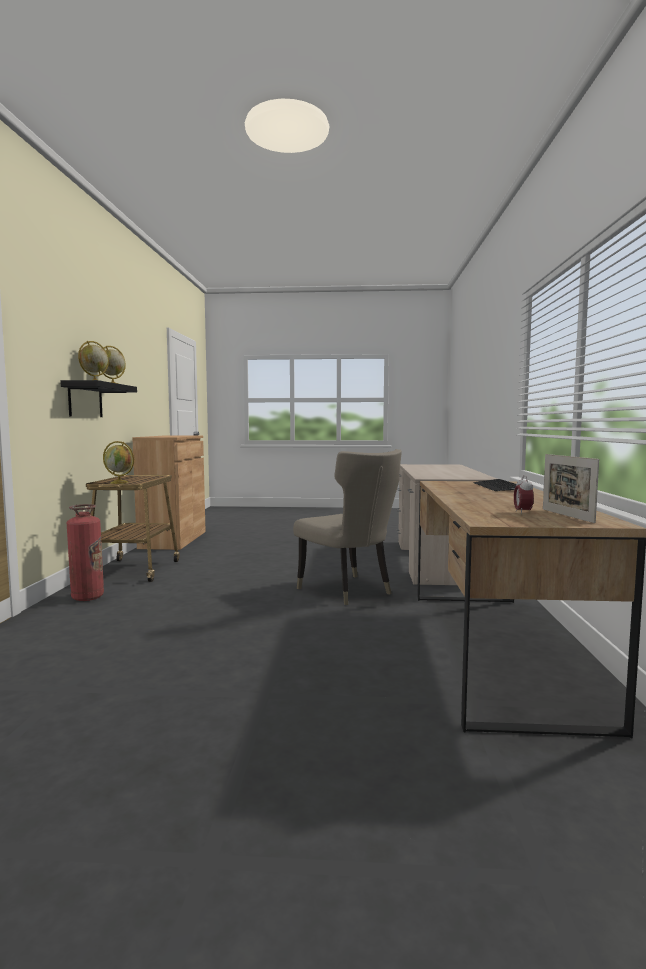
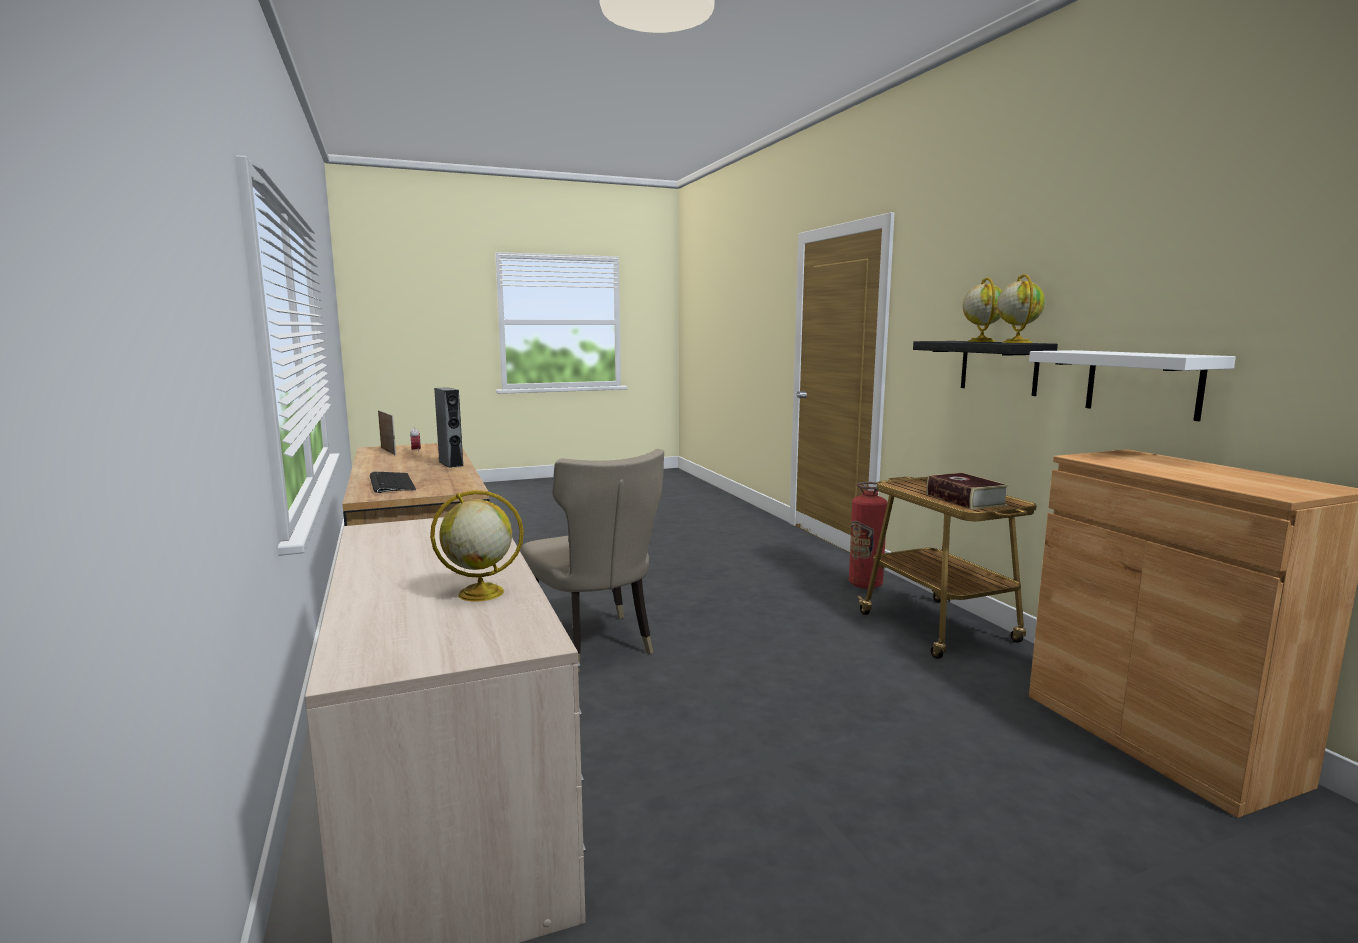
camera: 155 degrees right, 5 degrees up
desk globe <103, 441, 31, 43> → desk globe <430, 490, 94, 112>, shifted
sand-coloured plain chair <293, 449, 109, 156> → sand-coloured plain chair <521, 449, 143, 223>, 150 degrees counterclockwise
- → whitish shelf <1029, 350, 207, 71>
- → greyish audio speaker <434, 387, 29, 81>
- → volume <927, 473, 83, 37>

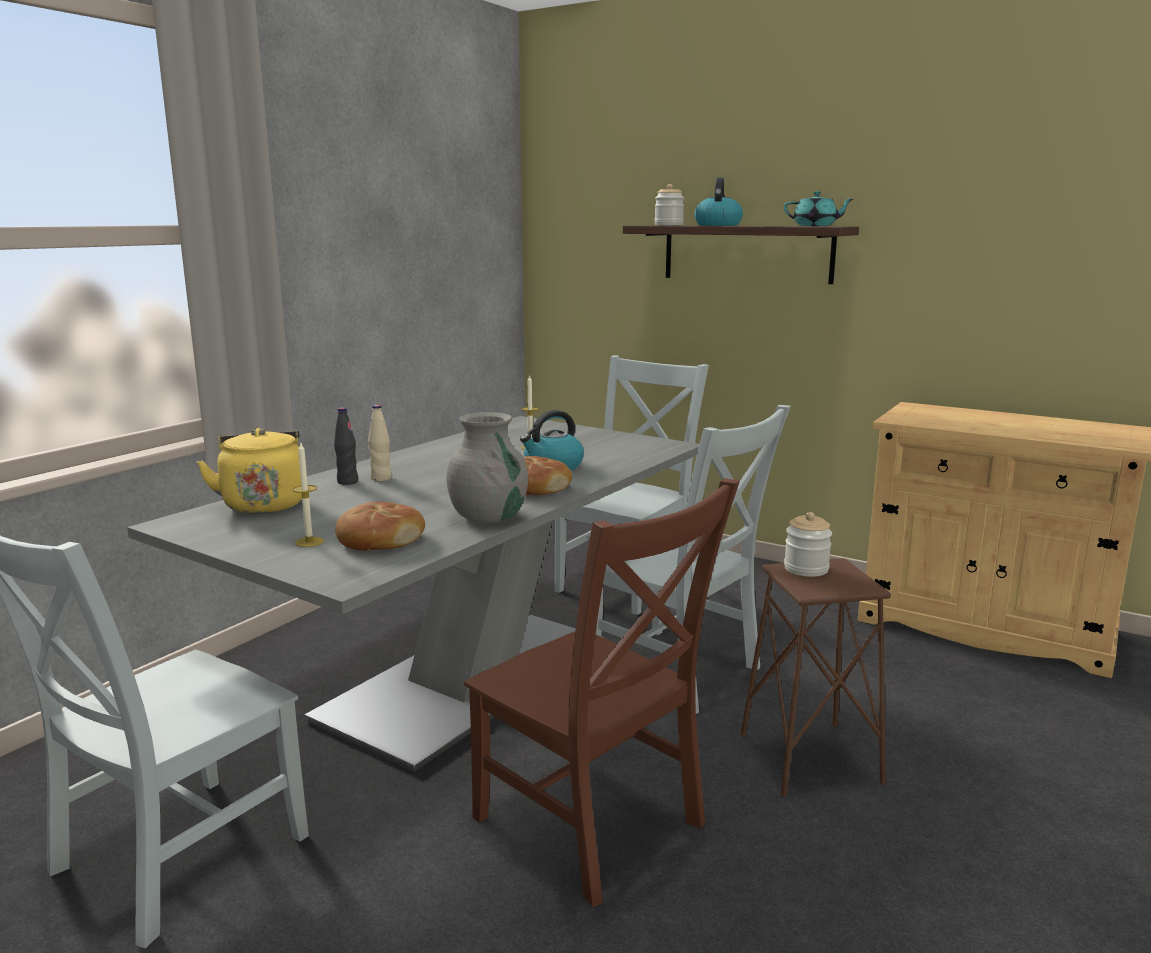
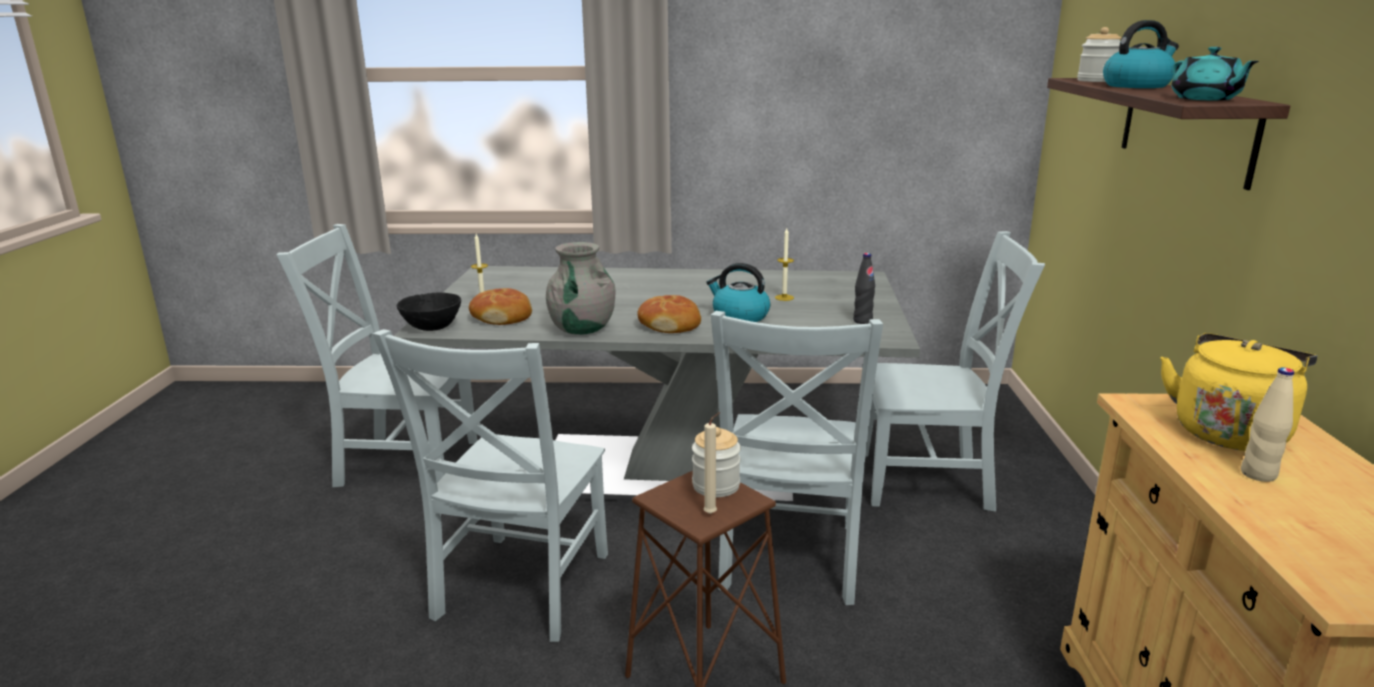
camera: 60 degrees right, 5 degrees up
sand-coloured drink bottle <368, 405, 23, 76> → sand-coloured drink bottle <1241, 367, 53, 115>, shifted
blackish drink bottle <334, 407, 24, 78> → blackish drink bottle <853, 253, 22, 71>, shifted
yellowish tea kettle <197, 428, 105, 86> → yellowish tea kettle <1160, 333, 157, 118>, shifted
brown plain chair <464, 478, 276, 429> → greyish plain chair <373, 329, 235, 313>
- → blackish deep dish <397, 292, 64, 39>
- → sand-coloured wax light <703, 412, 17, 102>

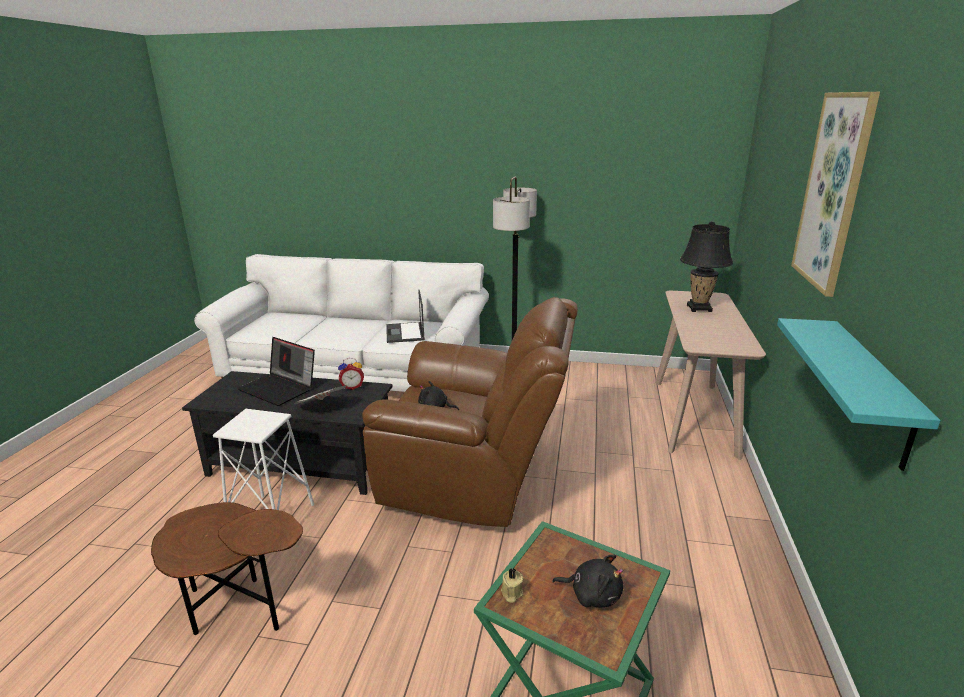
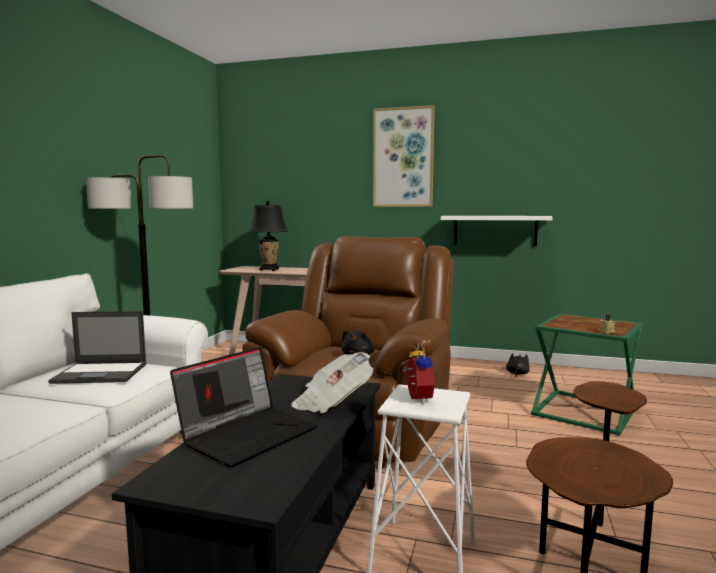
camera: 85 degrees left, 15 degrees down
blue-green shelf <777, 318, 164, 153> → whitish shelf <441, 216, 112, 30>
alarm clock <338, 358, 26, 32> → alarm clock <402, 343, 33, 61>, shifted
blackish soft toy <552, 554, 71, 54> → blackish soft toy <506, 353, 23, 24>, shifted

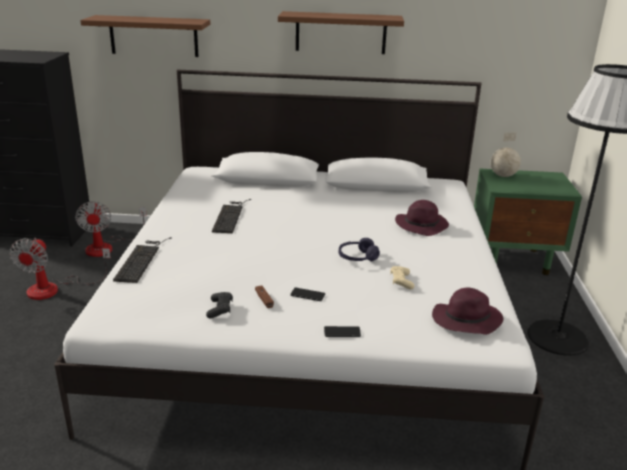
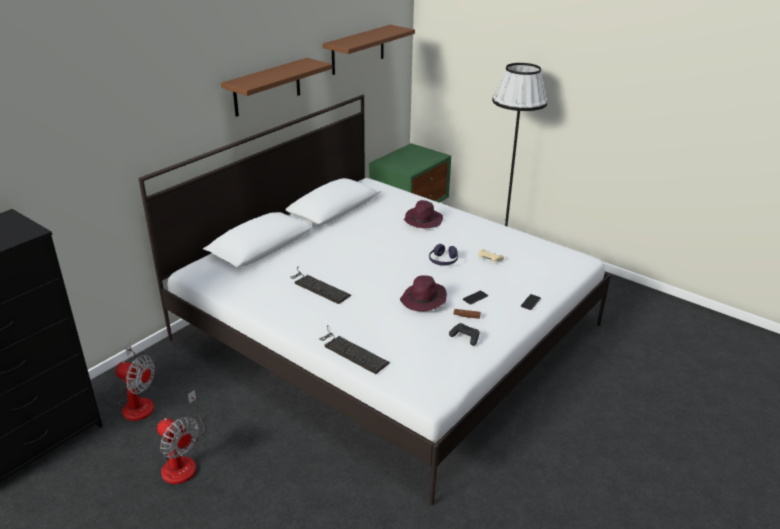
camera: 55 degrees left, 5 degrees up
brown shelf <80, 15, 130, 42> → brown shelf <323, 25, 92, 50>, shifted
desk globe <490, 132, 31, 45> → -
purple-coloured wearable hat <432, 287, 72, 48> → purple-coloured wearable hat <400, 275, 47, 36>, shifted

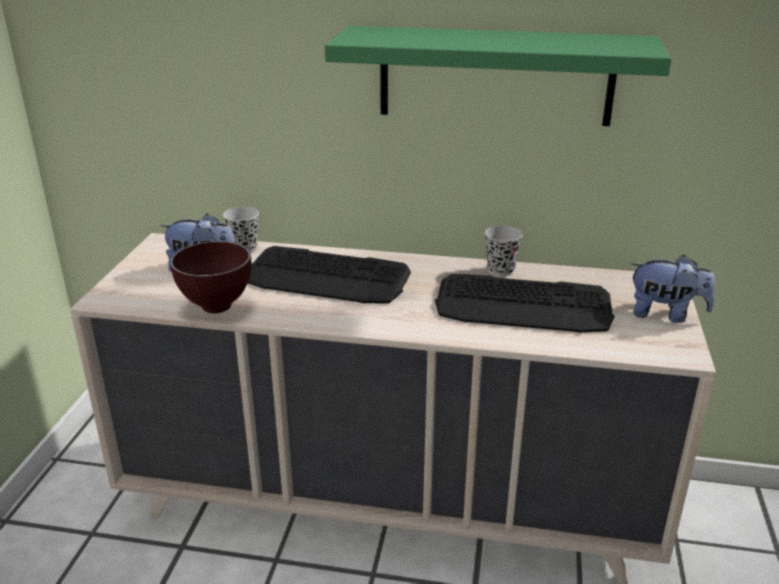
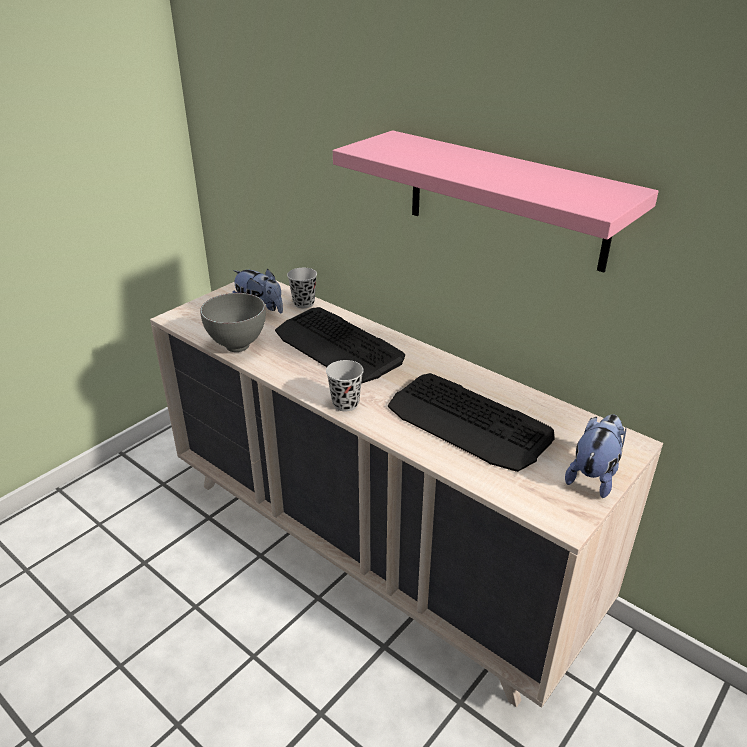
camera: 30 degrees right, 5 degrees up
green shelf <324, 25, 347, 101> → pinkish shelf <333, 130, 326, 143>
blackish drinking cup <485, 226, 38, 50> → blackish drinking cup <326, 360, 38, 52>, shifted
brown deep dish <170, 241, 81, 73> → greyish deep dish <200, 293, 66, 59>
soft toy <631, 255, 84, 68> → soft toy <565, 414, 61, 84>, 105 degrees counterclockwise

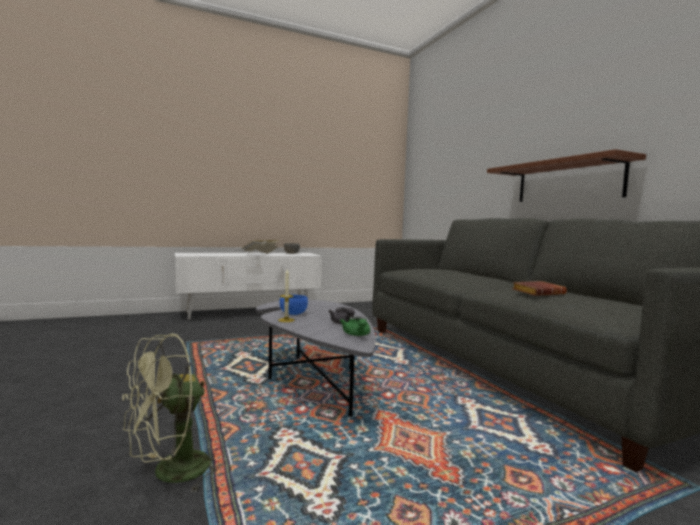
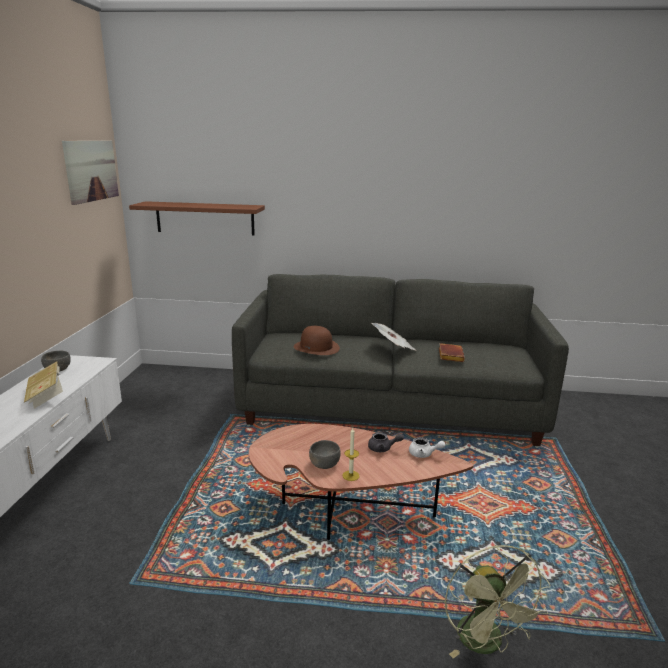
camera: 60 degrees left, 15 degrees up
brown shelf <487, 149, 159, 53> → brown shelf <129, 201, 136, 35>, shifted
bluish deep dish <280, 295, 28, 20> → greyish deep dish <309, 440, 32, 29>
greyish low table <256, 300, 119, 117> → brown low table <249, 424, 225, 116>
green teapot <340, 316, 30, 20> → whitish teapot <409, 437, 36, 21>
- → wall art <62, 141, 57, 64>
- → printed paper <371, 323, 44, 27>
- → brown wearable hat <293, 326, 47, 29>

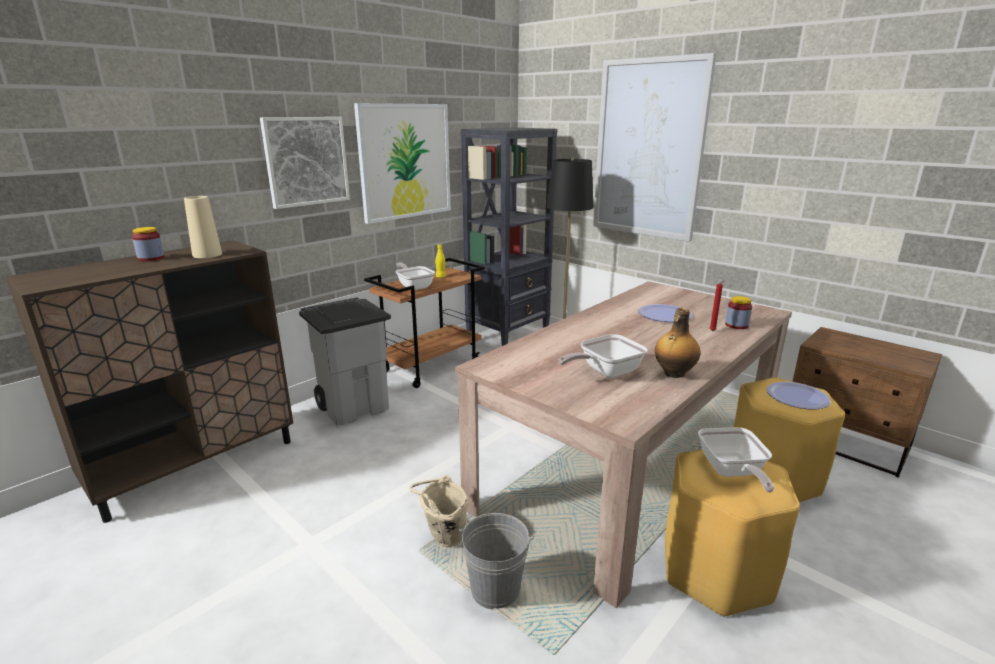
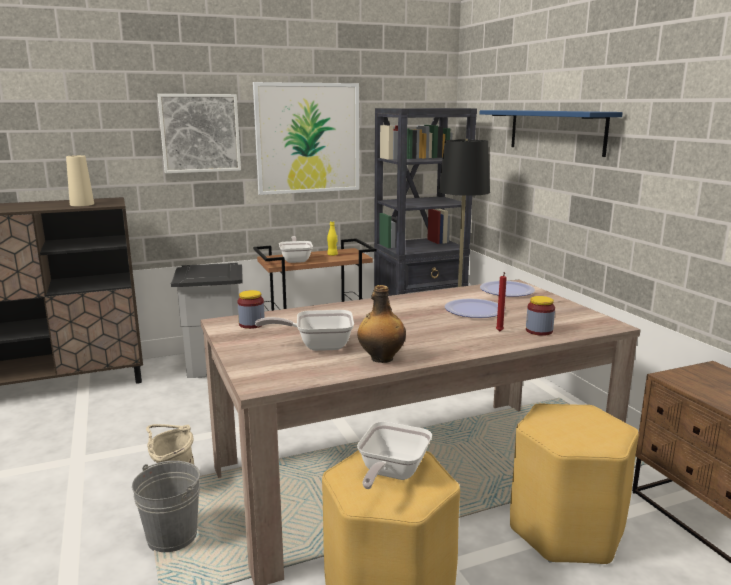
camera: 25 degrees right, 5 degrees down
wall art <593, 53, 124, 189> → bluish shelf <480, 110, 143, 47>
storage jar <132, 227, 33, 35> → storage jar <237, 290, 28, 39>, shifted
flat dish <767, 382, 64, 27> → flat dish <480, 281, 55, 16>, shifted

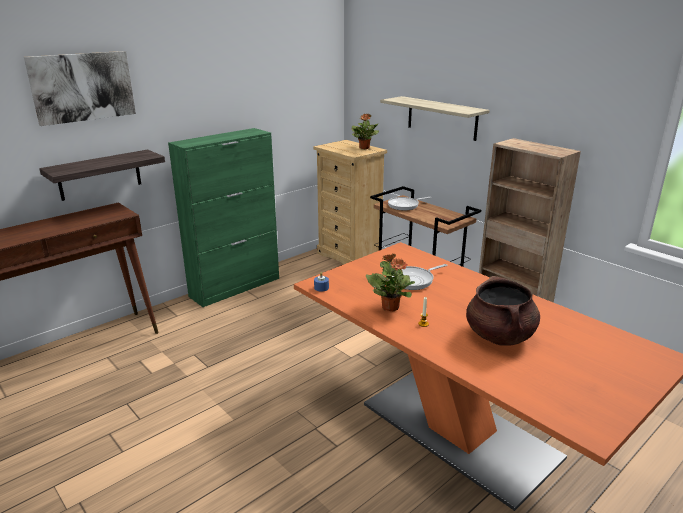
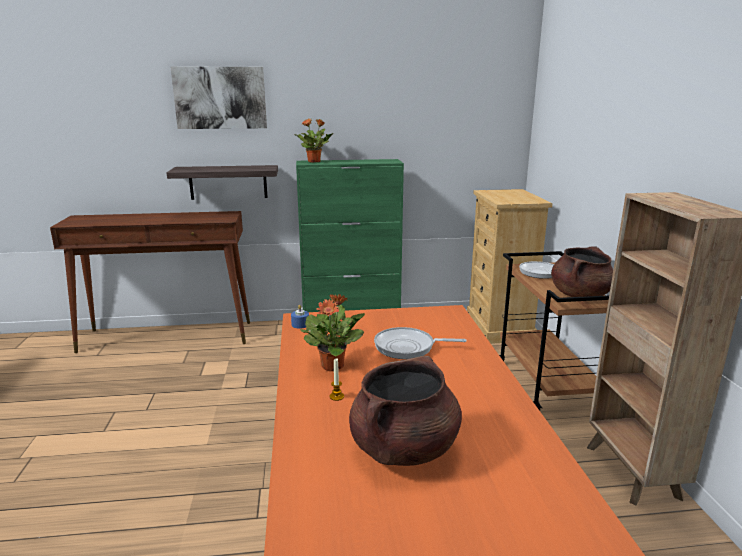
camera: 35 degrees right, 5 degrees down
shelf <380, 96, 110, 45> → -
houseplant <352, 114, 27, 35> → houseplant <294, 119, 40, 44>, shifted
- → brown saucepot <551, 246, 62, 51>

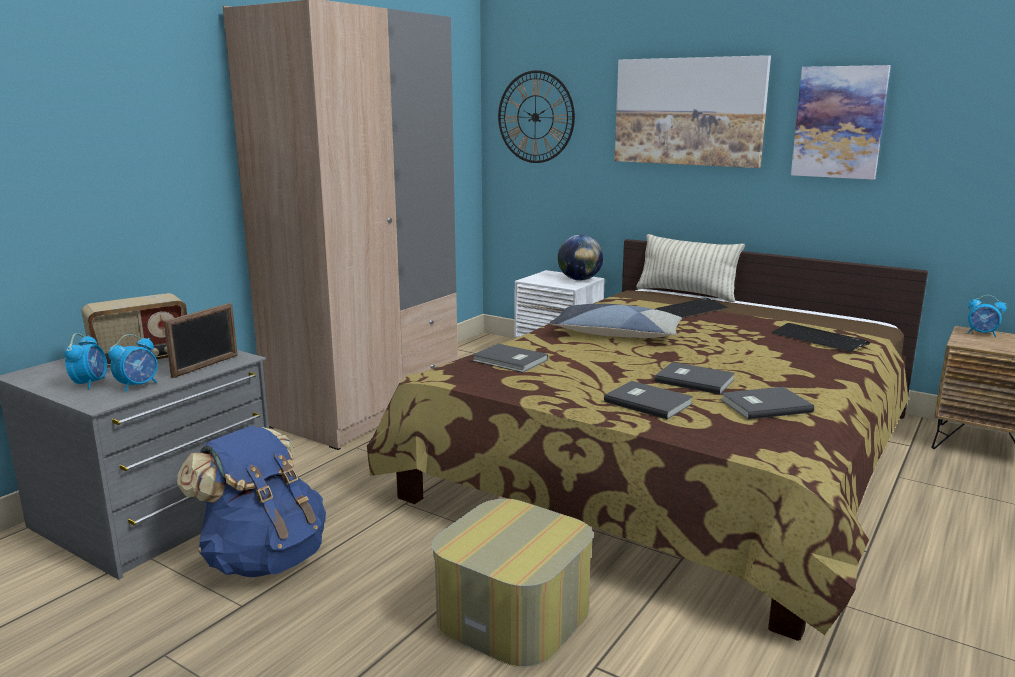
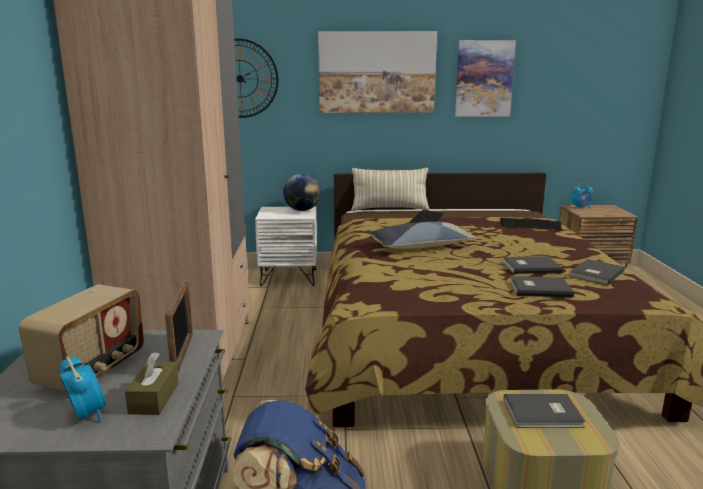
camera: 35 degrees left, 0 degrees up
alarm clock <108, 334, 50, 58> → brown box of tissues <125, 352, 54, 63>
greyish volume <472, 344, 76, 29> → greyish volume <504, 394, 81, 34>, shifted

